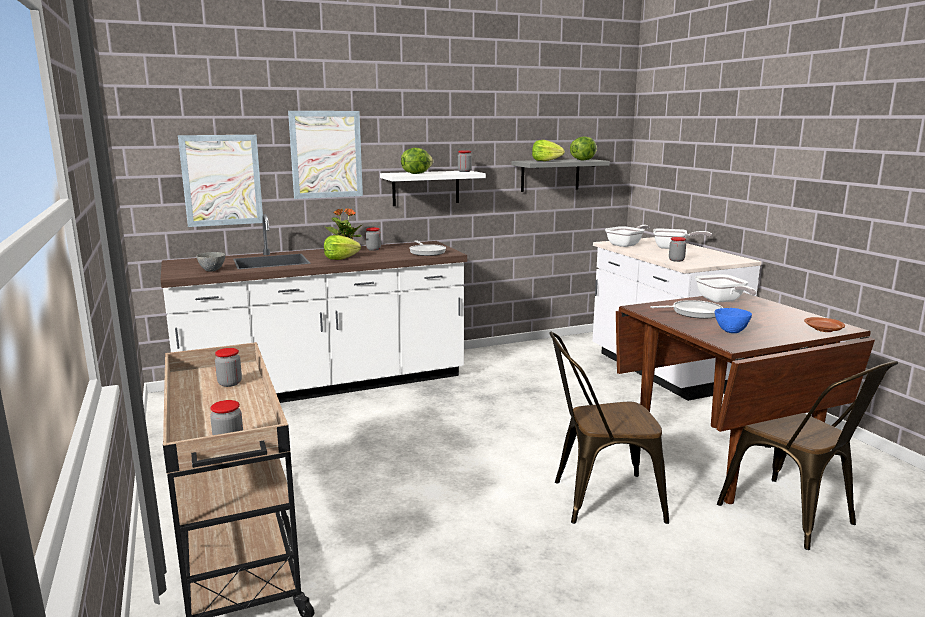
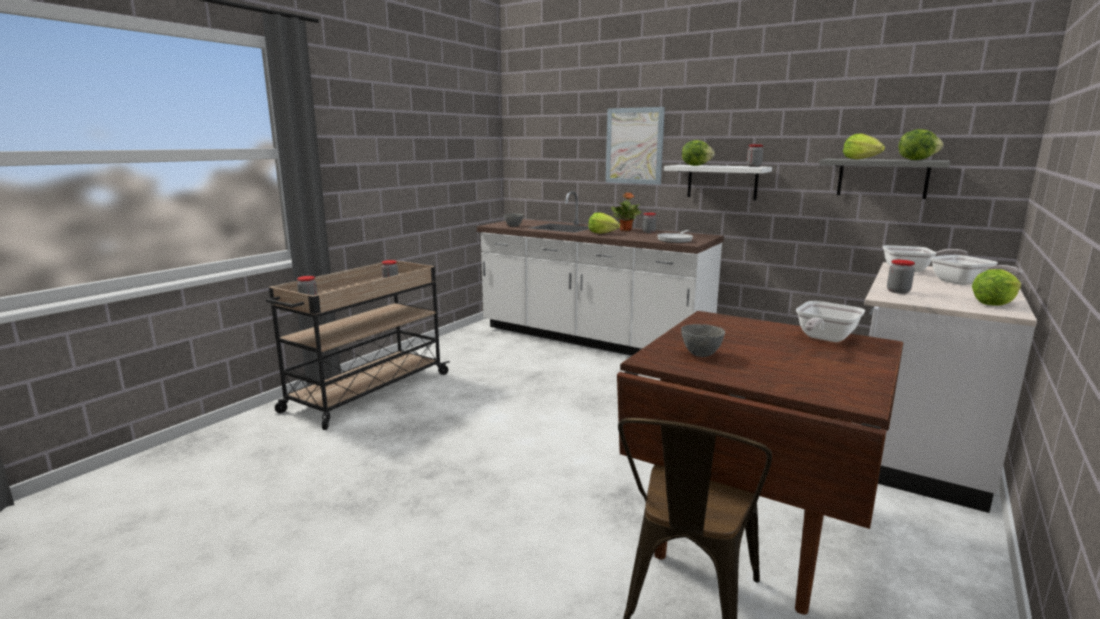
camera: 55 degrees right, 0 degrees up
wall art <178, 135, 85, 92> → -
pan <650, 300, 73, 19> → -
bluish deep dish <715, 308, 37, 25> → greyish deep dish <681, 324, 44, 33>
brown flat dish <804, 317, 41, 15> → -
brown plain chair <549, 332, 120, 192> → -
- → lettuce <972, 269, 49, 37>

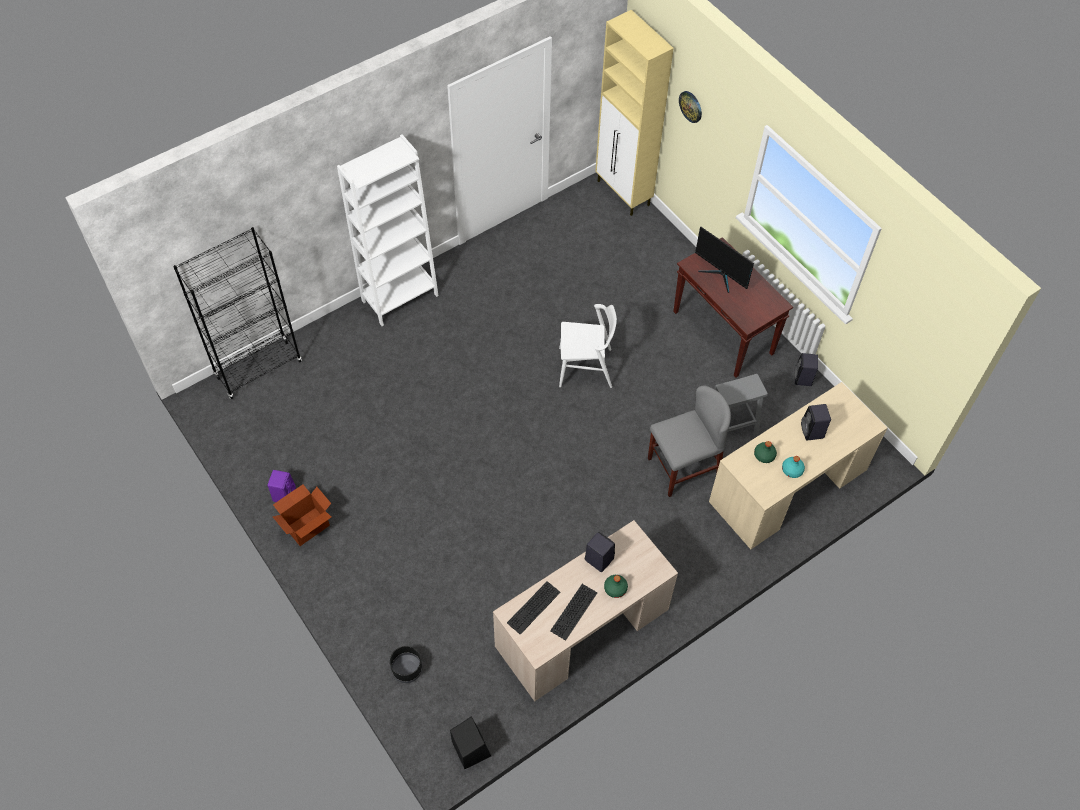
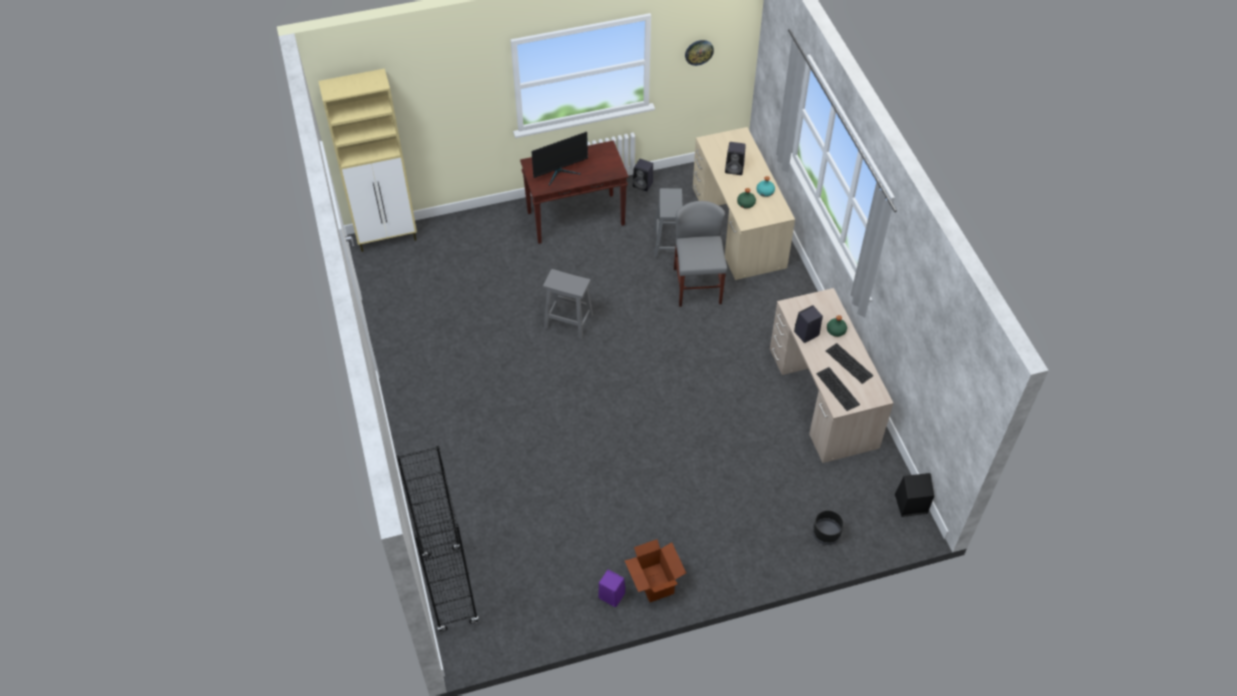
camera: 70 degrees left, 5 degrees down
clock on the wall <679, 91, 23, 32> → clock on the wall <685, 40, 29, 26>, shifted
whitish shelving unit <337, 135, 102, 191> → -
whitish plain chair <559, 304, 58, 84> → greyish stool <543, 269, 50, 70>

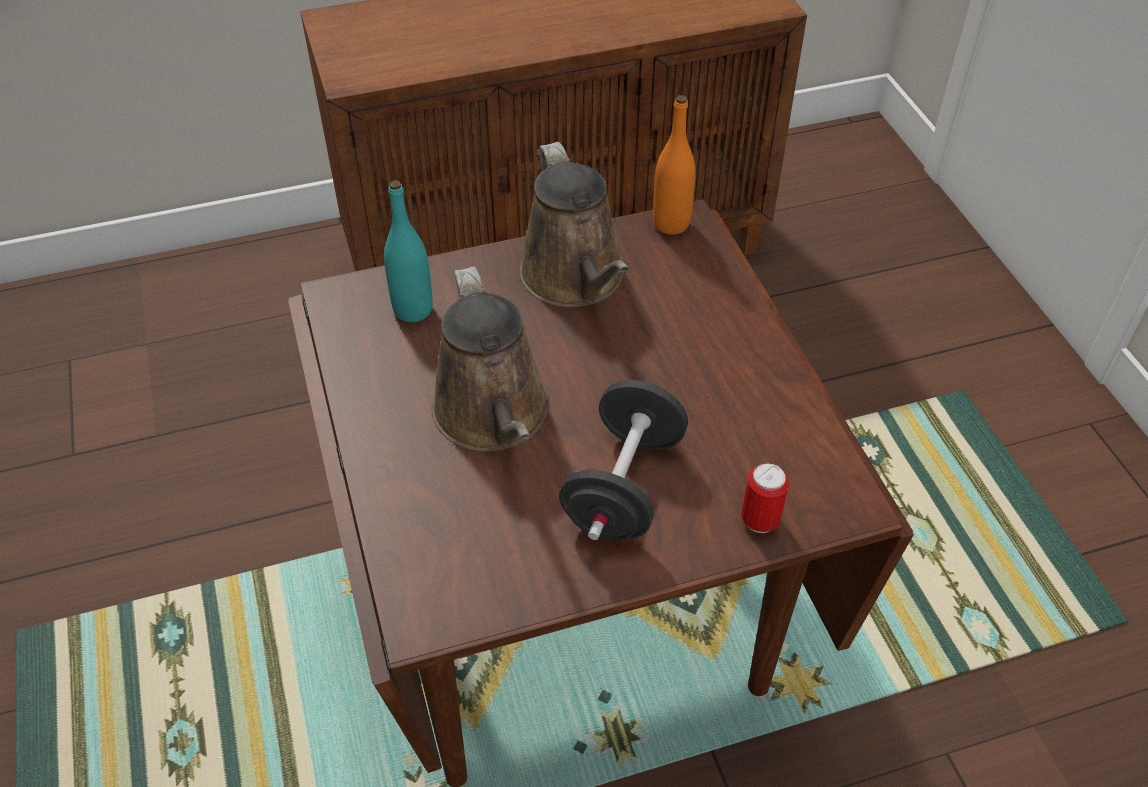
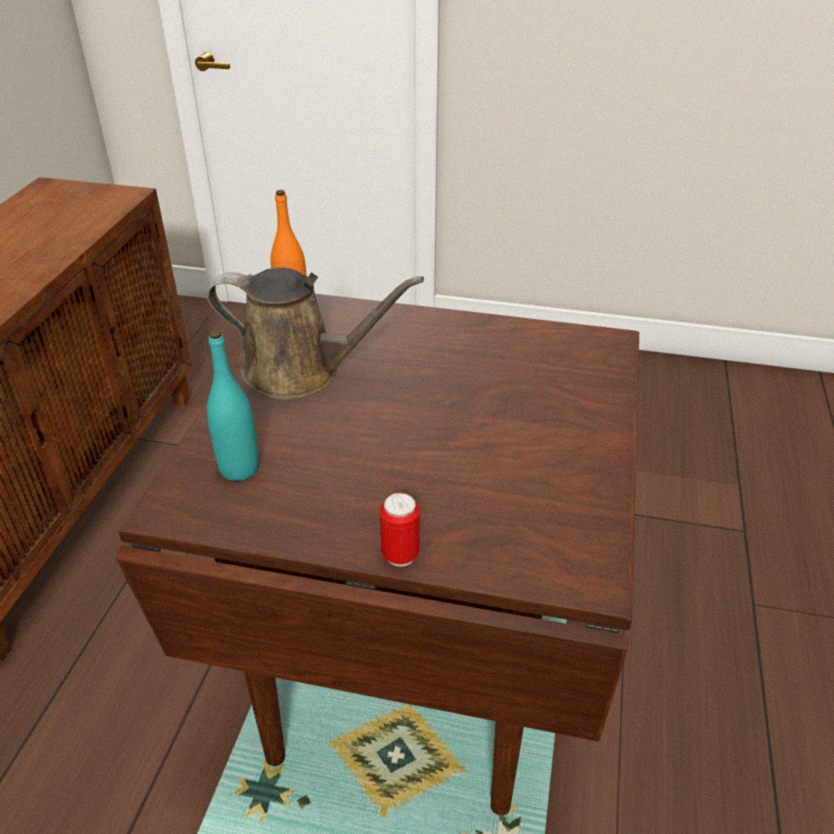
camera: 60 degrees left, 10 degrees down
brown watering pot <432, 266, 117, 185> → -
blackish hand weight <559, 380, 129, 161> → -
sealed can <741, 463, 48, 70> → sealed can <380, 493, 40, 74>, shifted

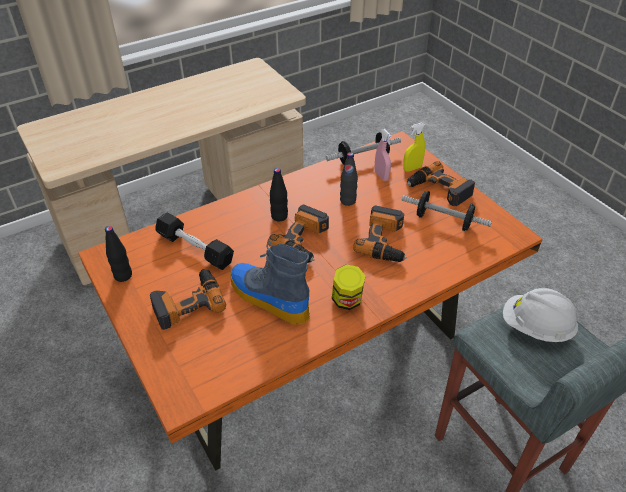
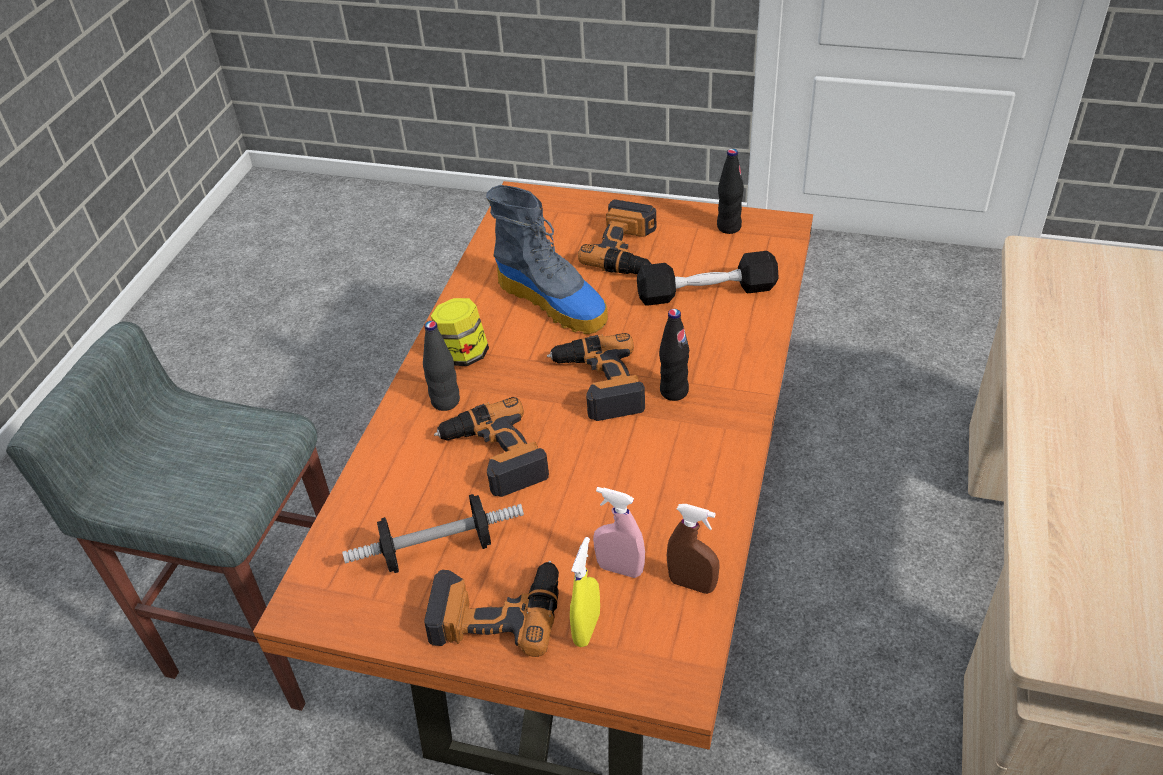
camera: 140 degrees right, 0 degrees up
hand weight <326, 132, 75, 33> → brown hand sprayer <667, 504, 53, 90>
blackish drink bottle <340, 152, 18, 54> → blackish drink bottle <423, 321, 37, 90>, shifted
tall boot <230, 240, 80, 85> → tall boot <486, 185, 122, 149>, 45 degrees clockwise
whitish work helmet <503, 288, 75, 54> → -

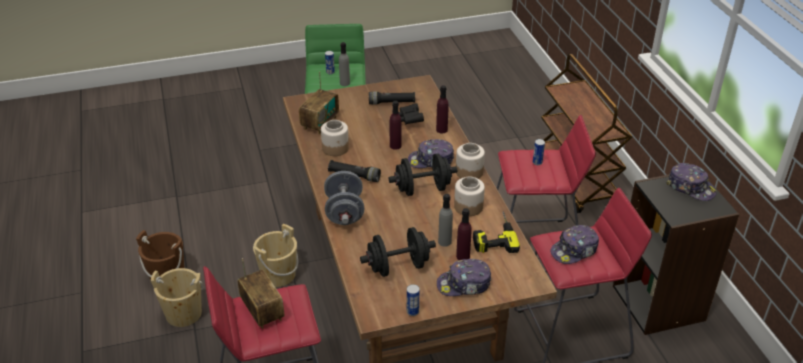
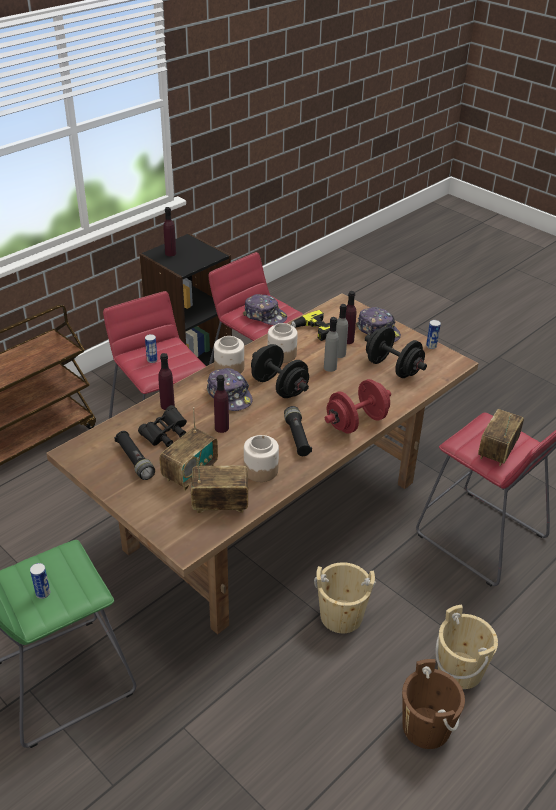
camera: 120 degrees left, 0 degrees up
greyish drink bottle <339, 42, 11, 44> → greyish drink bottle <324, 317, 15, 55>, shifted
peaked cap <666, 163, 51, 38> → purple-coloured drink bottle <163, 207, 13, 49>
greyish hand weight <324, 171, 40, 54> → red hand weight <325, 379, 66, 55>
- → radio set <160, 407, 58, 83>

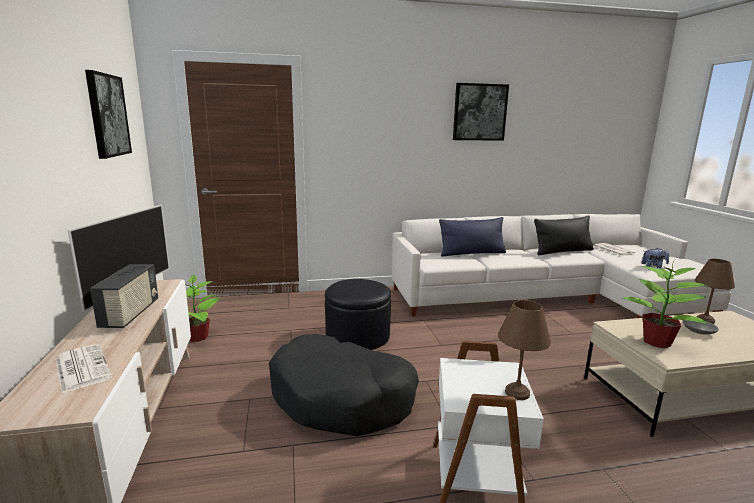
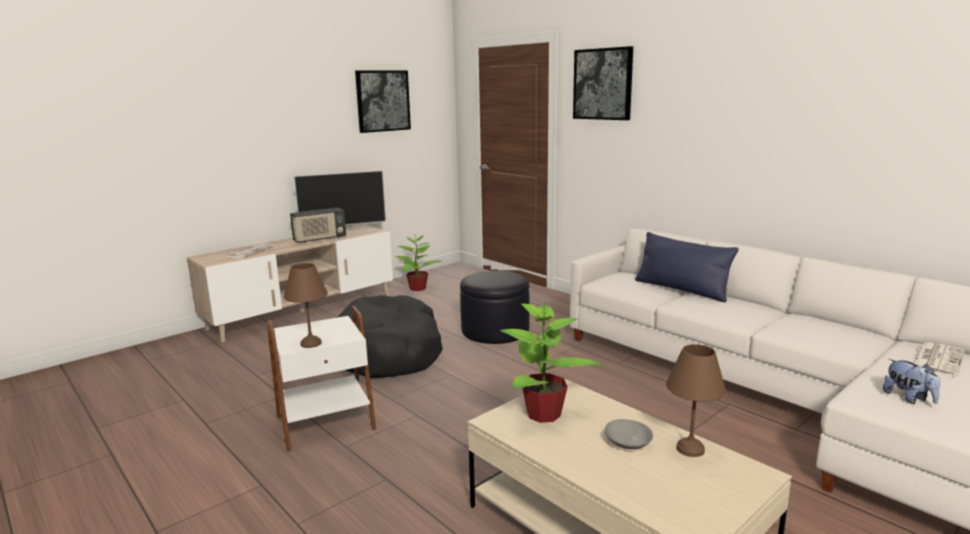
camera: 60 degrees right, 0 degrees up
wall art <453, 83, 56, 58> → wall art <573, 46, 60, 74>, shifted
blackish throw pillow <534, 215, 60, 40> → -

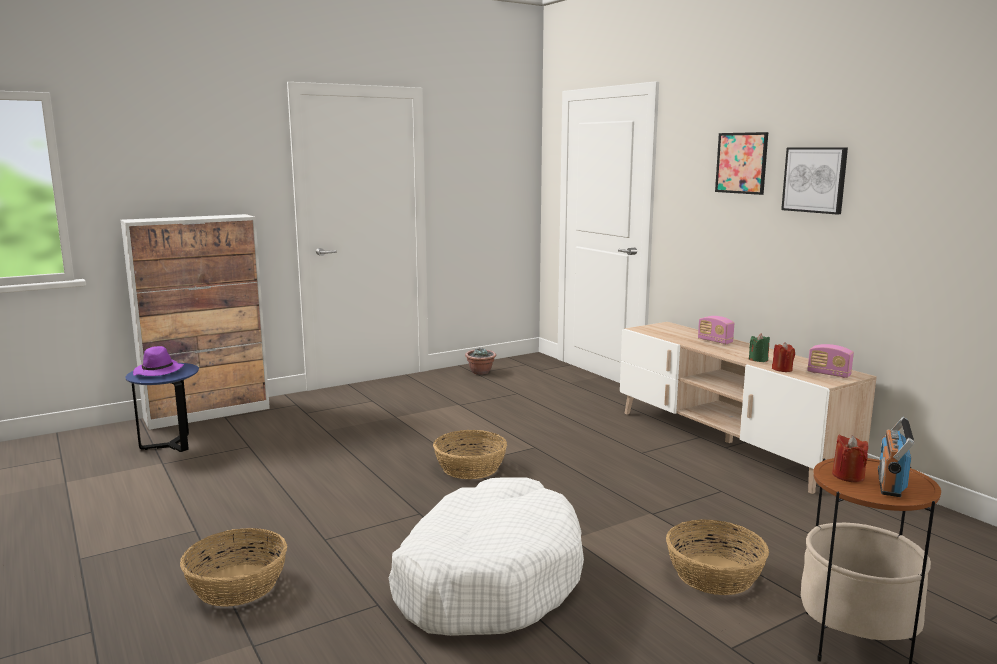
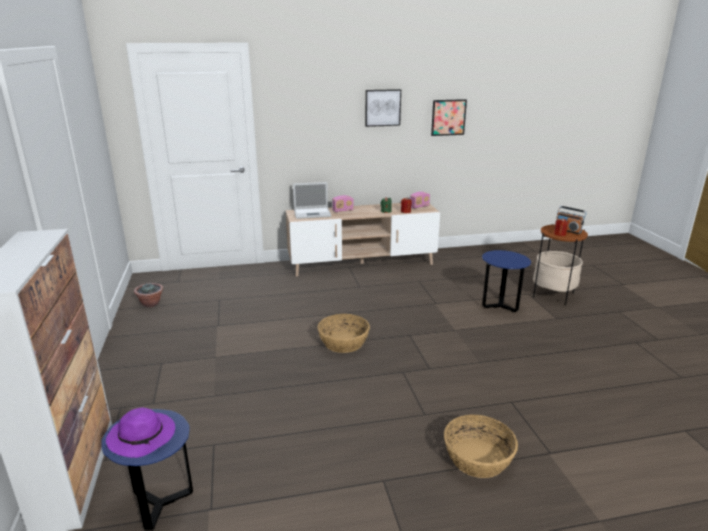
camera: 70 degrees left, 10 degrees up
wall art <715, 132, 53, 63> → wall art <431, 99, 36, 37>, shifted
whitish dog cushion <389, 477, 195, 159> → -
basket <666, 519, 103, 76> → bluish end table <482, 250, 49, 62>
- → notebook computer <293, 182, 38, 37>

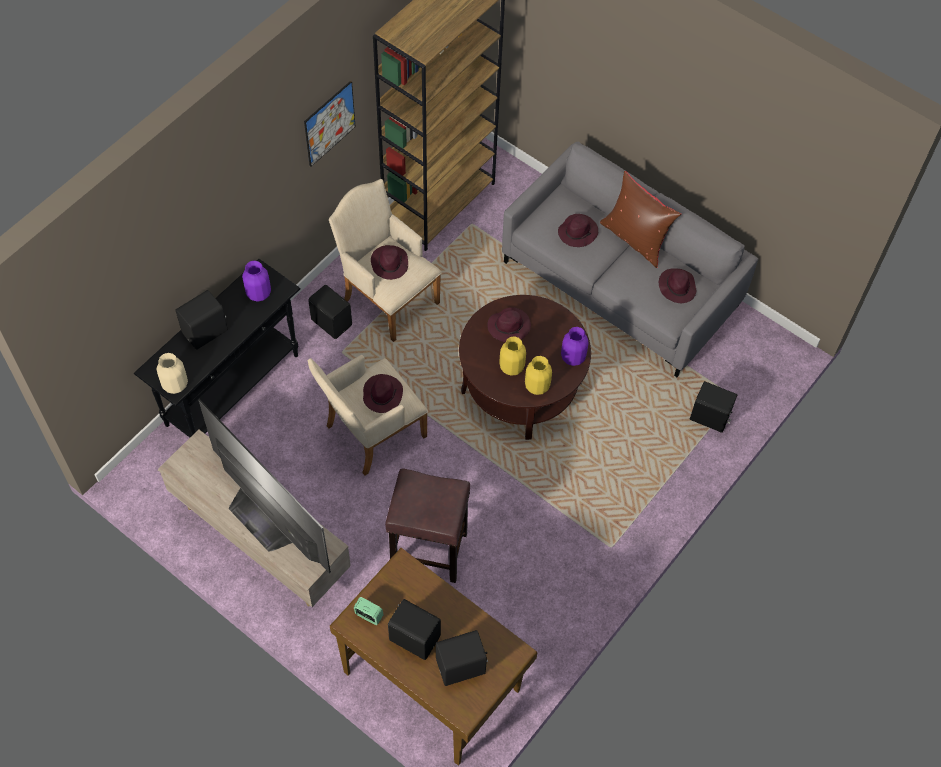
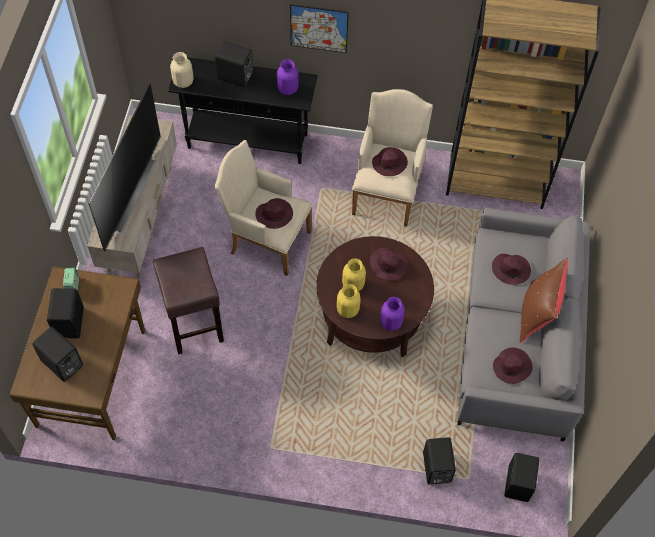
camera: 60 degrees right, 0 degrees up
wall art <304, 81, 51, 86> → wall art <290, 4, 59, 49>, shifted
blackish audio speaker <308, 285, 44, 54> → blackish audio speaker <504, 453, 36, 49>, shifted

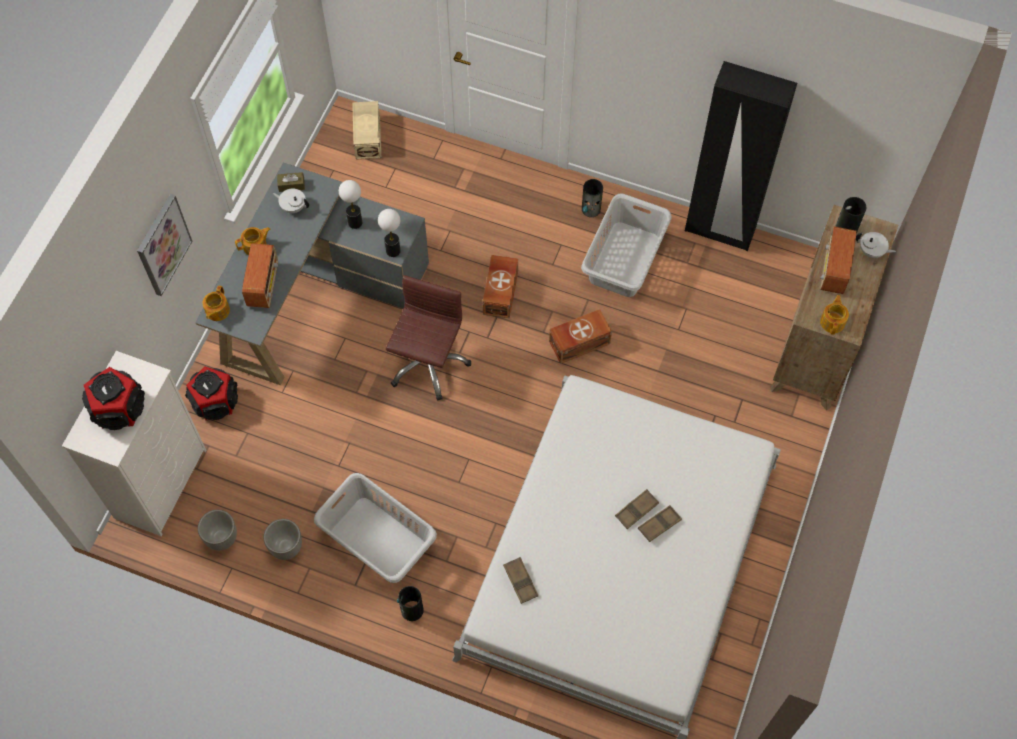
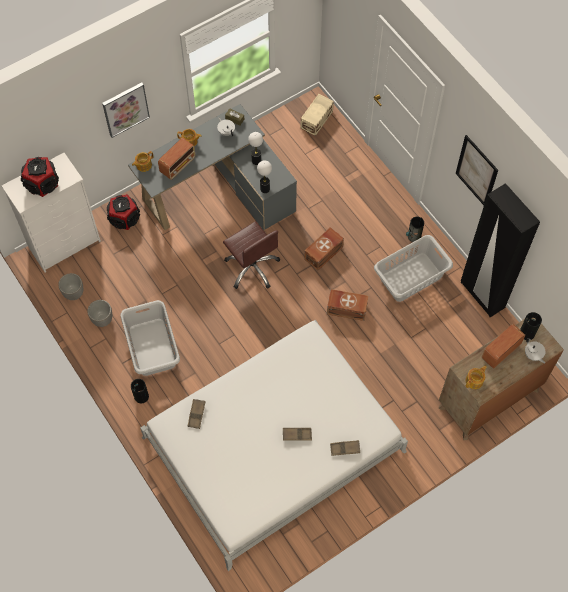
camera: 35 degrees right, 0 degrees up
brown computer chair <386, 275, 85, 126> → brown computer chair <223, 221, 57, 68>, 90 degrees clockwise
brown carrying tray <615, 489, 44, 40> → brown carrying tray <330, 440, 30, 16>, shifted
- → wall art <455, 135, 43, 70>

